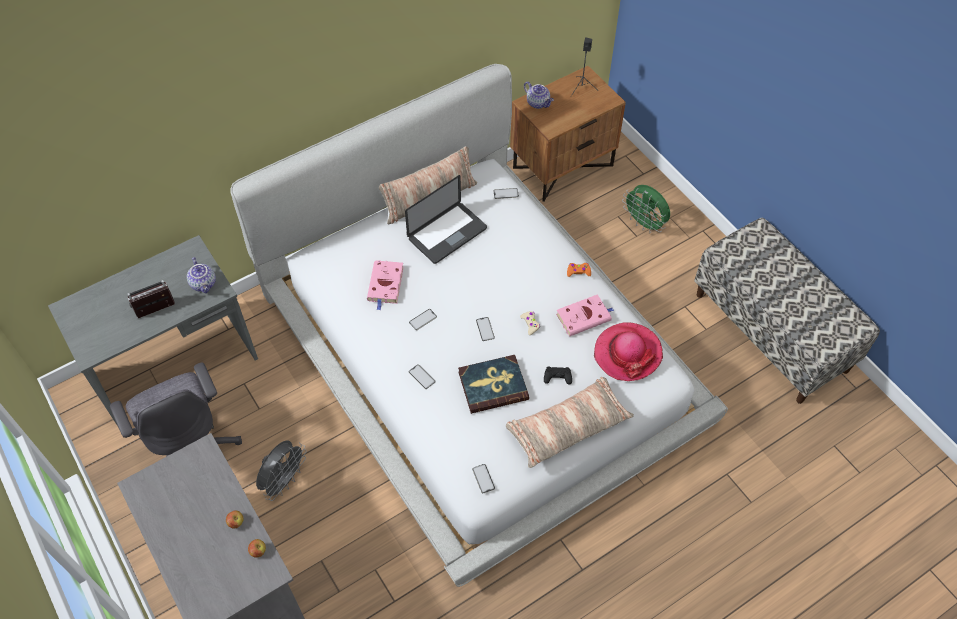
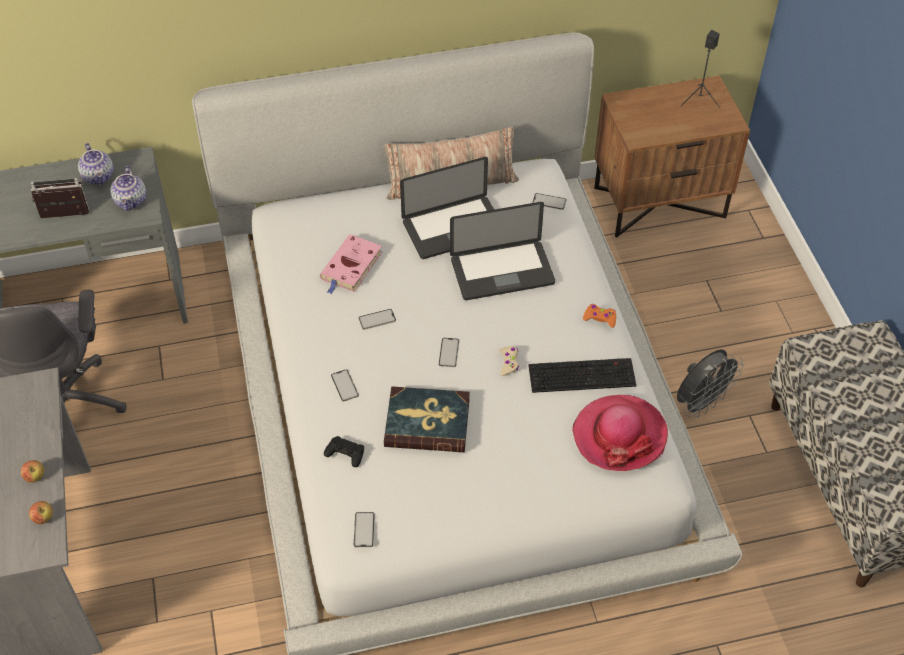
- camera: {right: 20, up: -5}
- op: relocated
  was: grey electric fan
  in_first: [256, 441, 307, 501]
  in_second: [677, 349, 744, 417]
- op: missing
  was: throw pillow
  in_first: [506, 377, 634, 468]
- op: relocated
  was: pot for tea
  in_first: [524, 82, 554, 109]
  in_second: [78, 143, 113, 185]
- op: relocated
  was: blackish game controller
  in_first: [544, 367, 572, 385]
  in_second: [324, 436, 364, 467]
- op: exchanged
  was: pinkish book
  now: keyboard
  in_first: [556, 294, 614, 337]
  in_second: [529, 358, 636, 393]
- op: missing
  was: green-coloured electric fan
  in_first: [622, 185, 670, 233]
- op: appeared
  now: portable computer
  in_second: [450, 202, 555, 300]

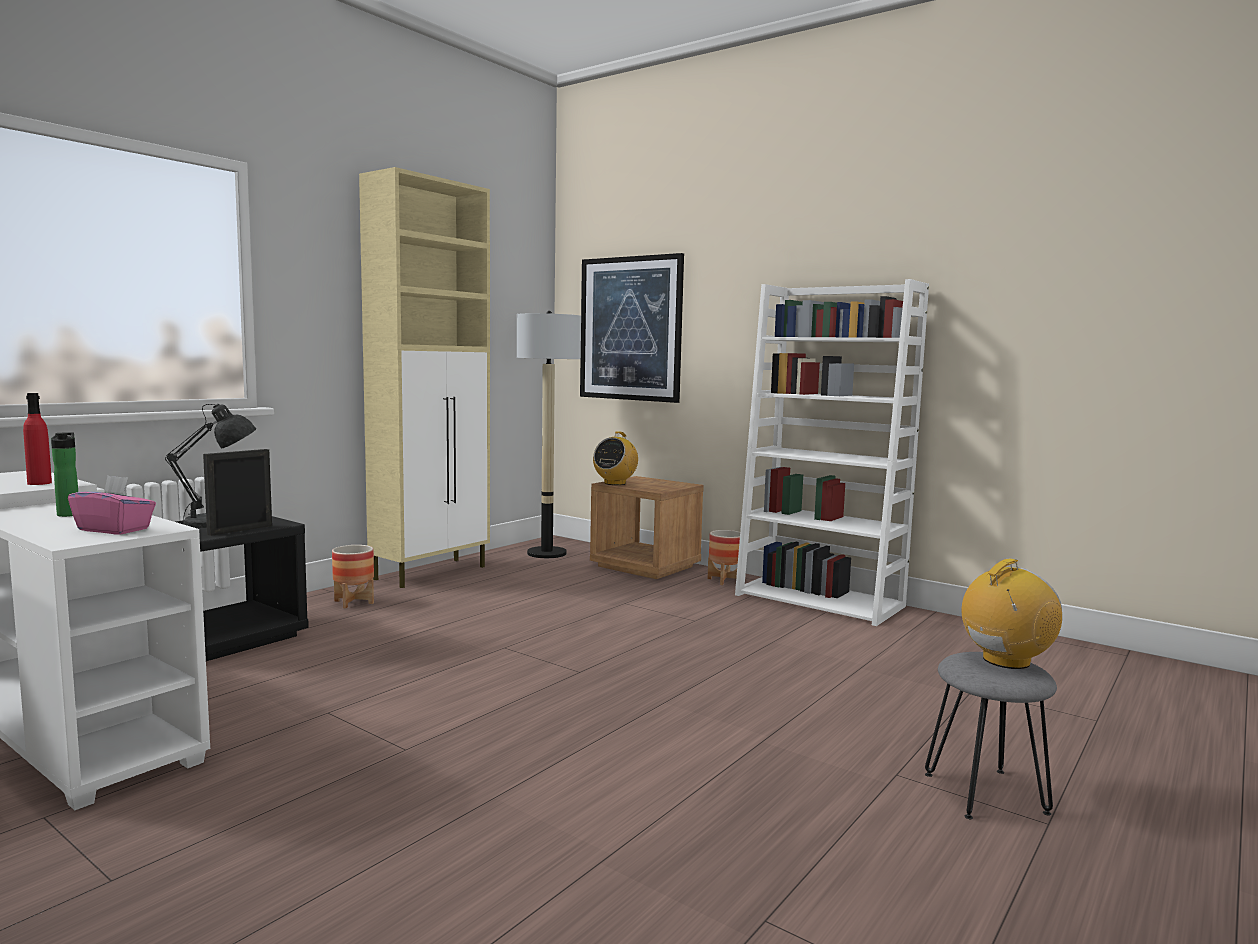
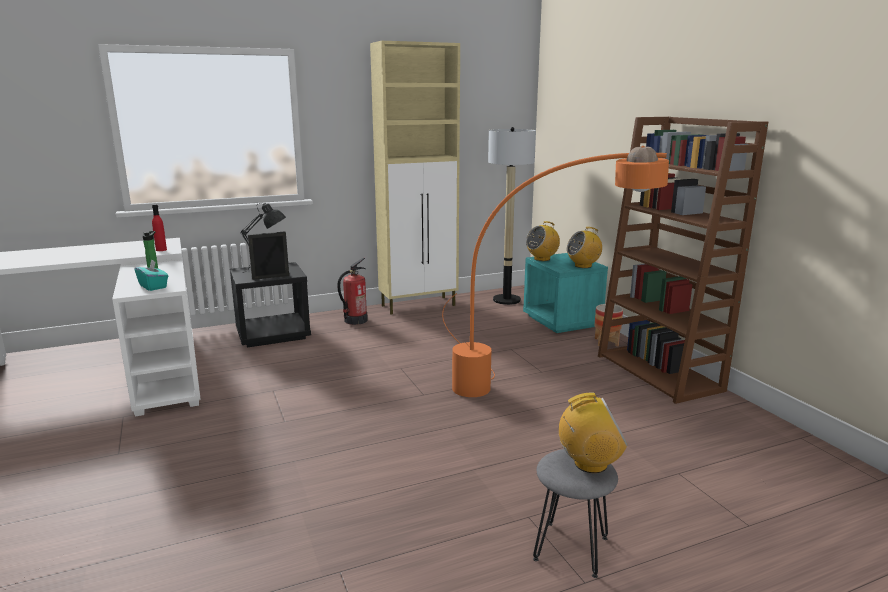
- camera: {right: 30, up: 10}
- op: colour
  was: pinkish box of tissues
  now: turquoise box of tissues
  in_first: [68, 476, 156, 534]
  in_second: [135, 259, 168, 291]
- op: exchanged
  was: planter
  now: fire-fighting cylinder
  in_first: [332, 545, 374, 608]
  in_second: [337, 258, 368, 325]
- op: missing
  was: wall picture
  in_first: [580, 253, 684, 403]
- op: colour
  was: brownish bedside table
  now: turquoise bedside table
  in_first: [590, 476, 704, 579]
  in_second: [523, 253, 608, 333]
- op: colour
  was: white bookshelf
  now: brownish bookshelf
  in_first: [735, 279, 929, 626]
  in_second: [598, 117, 768, 404]
- op: appeared
  now: orangey standing lamp
  in_second: [442, 146, 669, 397]
- op: appeared
  now: radio
  in_second: [567, 227, 602, 268]

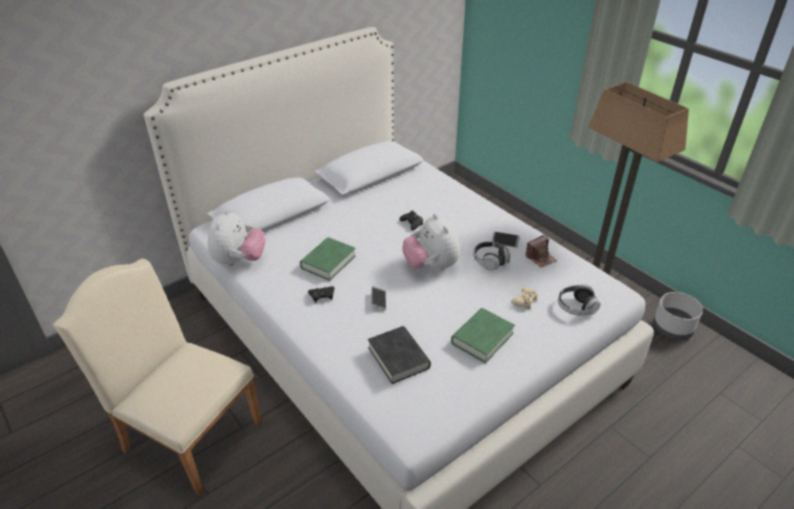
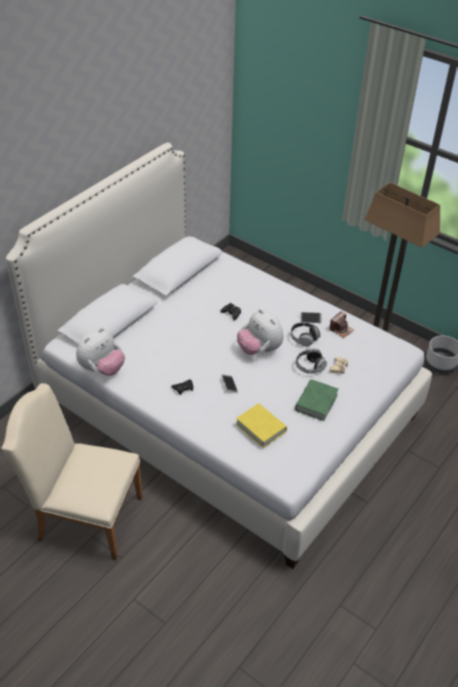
- camera: {right: -15, up: 5}
- op: spun
  was: soft toy
  in_first: [208, 209, 266, 267]
  in_second: [76, 328, 125, 376]
  clockwise: 45
- op: missing
  was: green-coloured book
  in_first: [300, 237, 356, 281]
- op: colour
  was: blackish book
  now: yellow book
  in_first: [368, 326, 431, 384]
  in_second: [236, 403, 287, 448]
- op: relocated
  was: headset
  in_first: [558, 285, 600, 316]
  in_second: [296, 348, 327, 374]

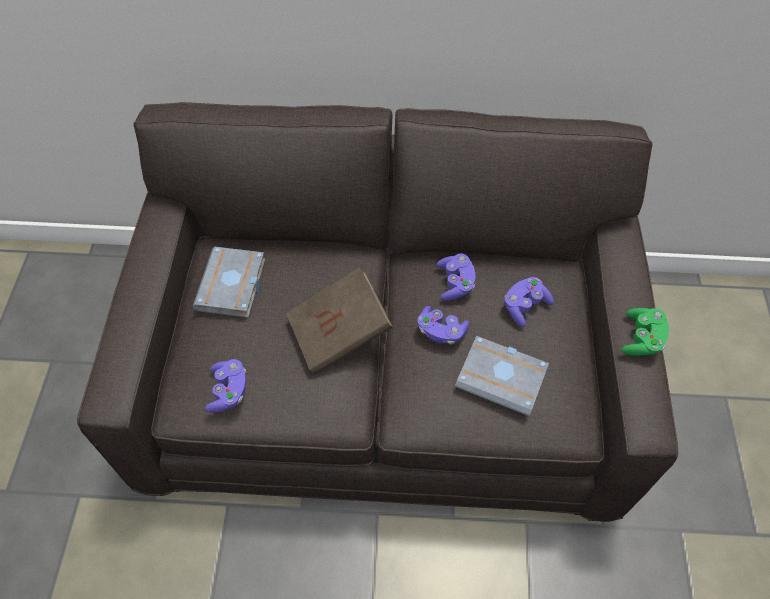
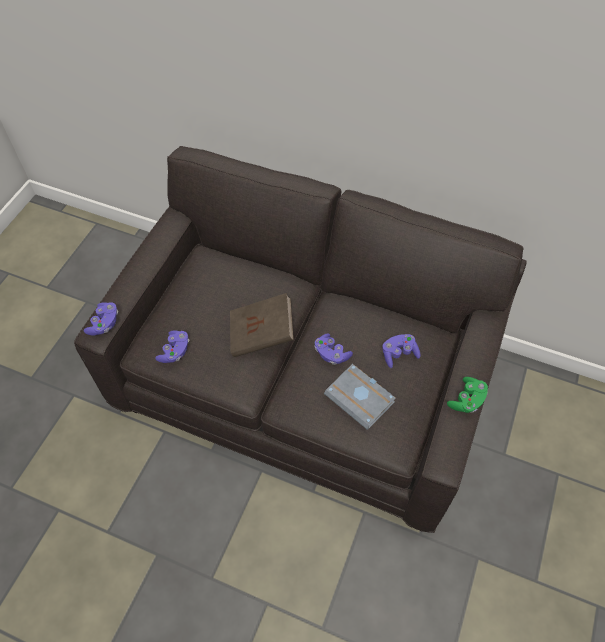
- camera: {right: 20, up: 0}
- op: missing
  was: grey book
  in_first: [193, 246, 265, 318]
- op: relocated
  was: purple game controller
  in_first: [436, 254, 475, 301]
  in_second: [84, 302, 118, 336]

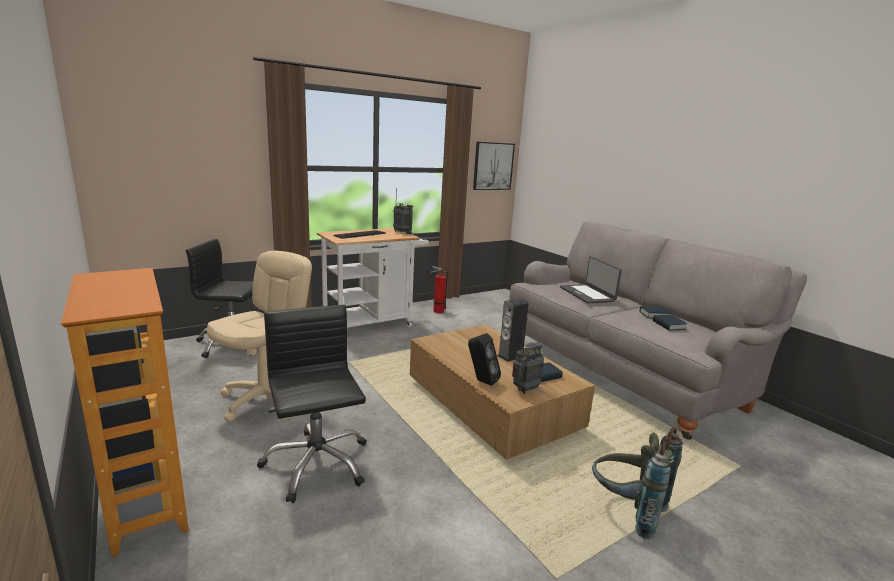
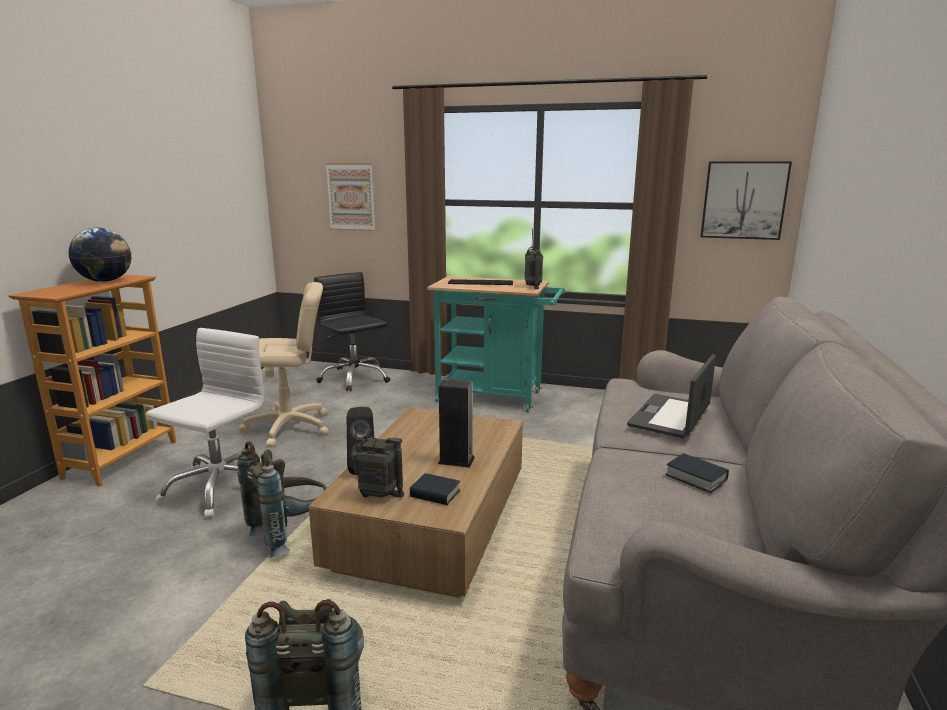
- camera: {right: 50, up: 0}
- op: colour
  was: blackish desk chair
  now: white desk chair
  in_first: [257, 305, 367, 503]
  in_second: [146, 328, 264, 518]
- op: colour
  was: white cart
  now: turquoise cart
  in_first: [317, 228, 429, 328]
  in_second: [427, 276, 565, 412]
- op: missing
  was: fire-fighting cylinder
  in_first: [431, 266, 448, 313]
- op: missing
  was: book
  in_first: [653, 315, 687, 331]
- op: appeared
  now: desk globe
  in_second: [69, 228, 131, 282]
- op: appeared
  now: grey backpack
  in_second: [237, 441, 327, 558]
- op: appeared
  now: wall picture
  in_second: [325, 163, 375, 231]

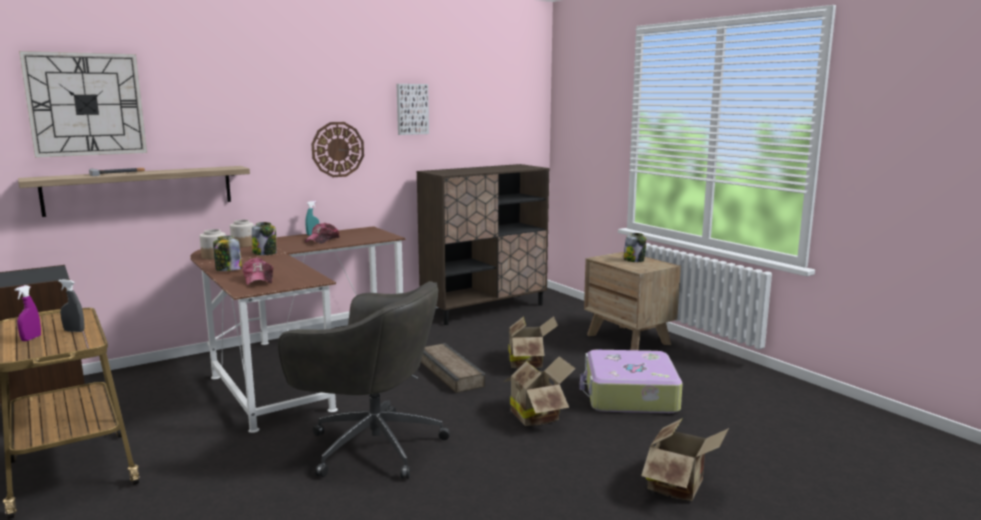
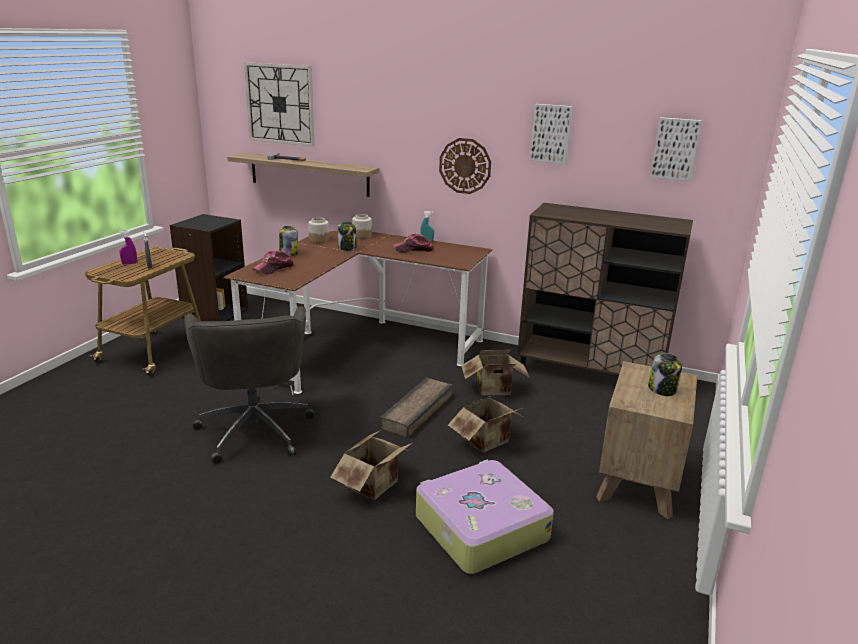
- camera: {right: 55, up: 10}
- op: relocated
  was: carton
  in_first: [641, 418, 729, 501]
  in_second: [462, 350, 530, 396]
- op: appeared
  now: wall picture
  in_second: [650, 117, 702, 181]

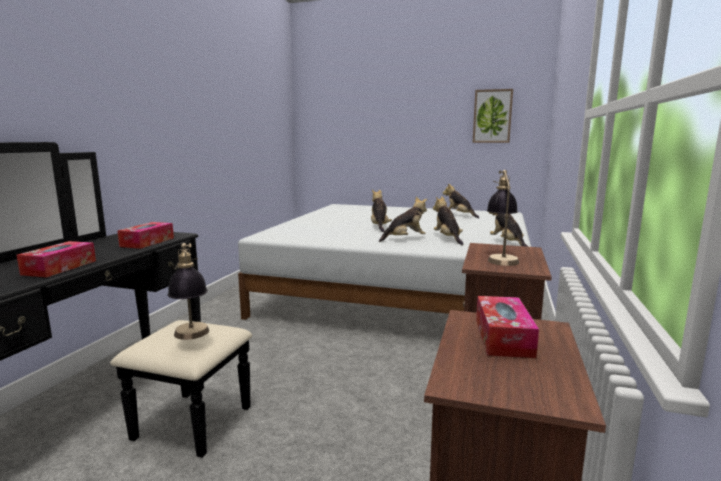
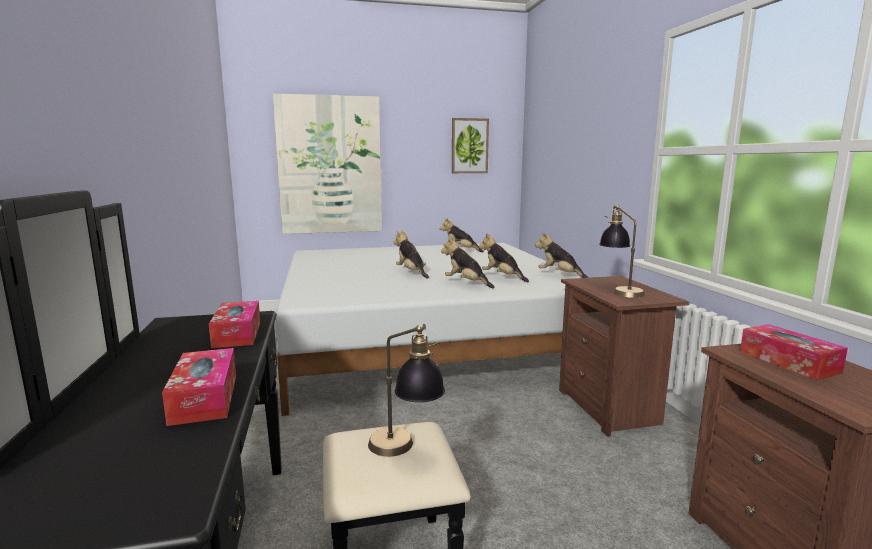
- camera: {right: -30, up: 0}
- op: spun
  was: soft toy
  in_first: [379, 197, 427, 242]
  in_second: [441, 237, 495, 289]
  clockwise: -90
- op: appeared
  now: wall picture
  in_second: [272, 93, 383, 234]

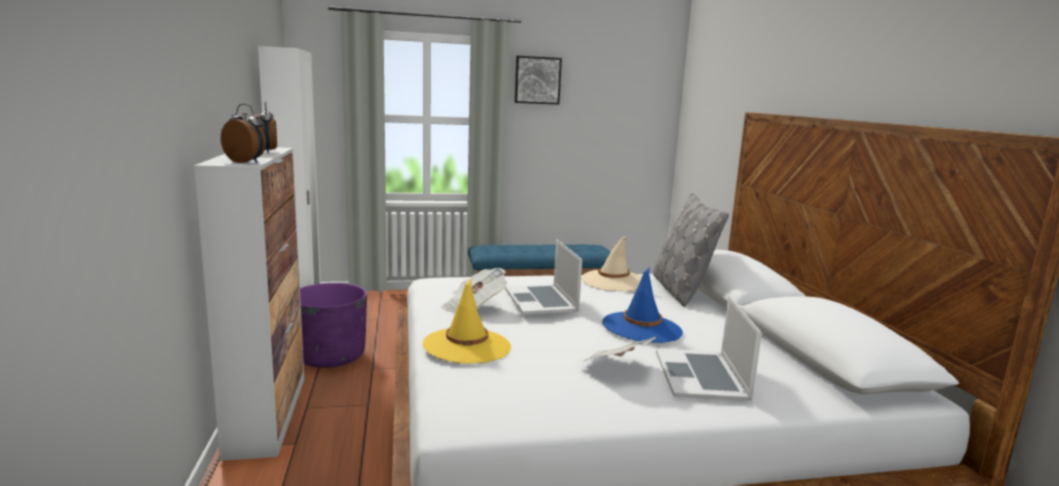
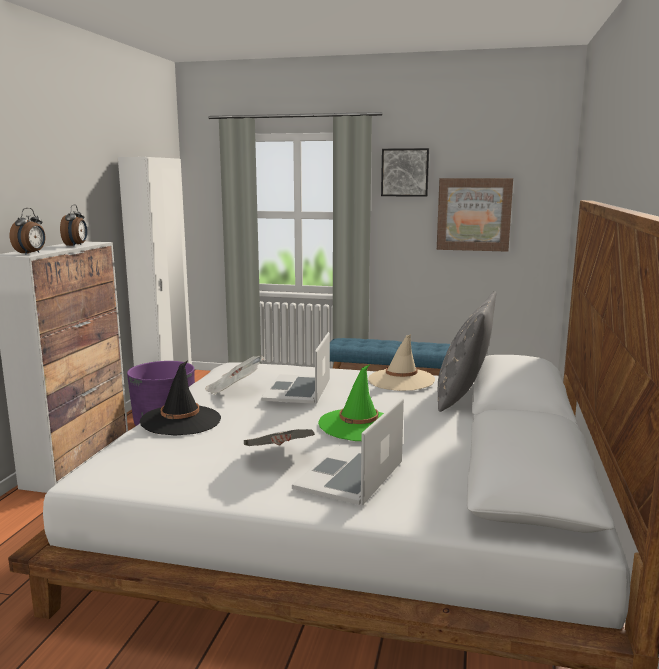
- camera: {right: 25, up: 0}
- op: spun
  was: table clock
  in_first: [221, 104, 266, 163]
  in_second: [10, 208, 45, 255]
  clockwise: 60
- op: colour
  was: yellow hat
  now: blackish hat
  in_first: [422, 279, 511, 364]
  in_second: [140, 360, 221, 436]
- op: colour
  was: bluish hat
  now: green-coloured hat
  in_first: [602, 267, 683, 343]
  in_second: [318, 364, 384, 441]
- op: appeared
  now: wall picture
  in_second: [437, 178, 513, 252]

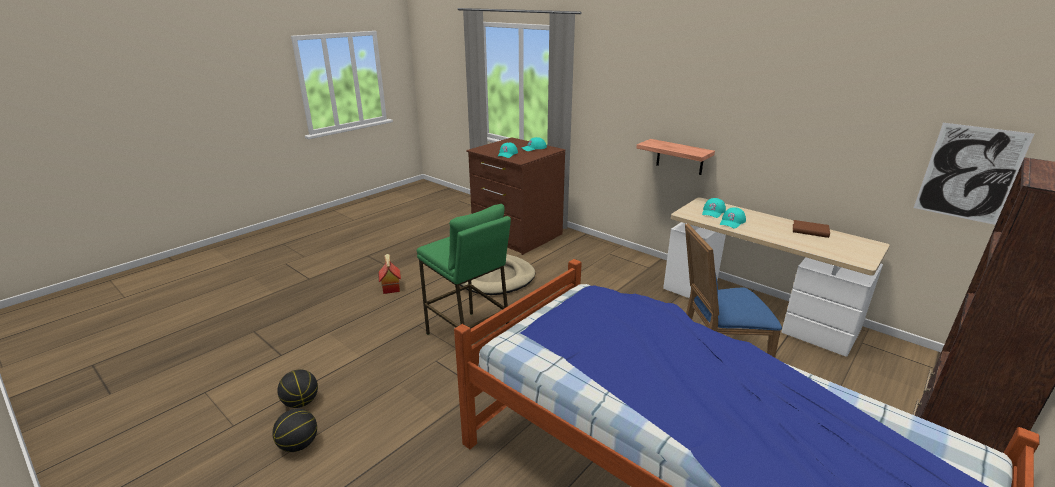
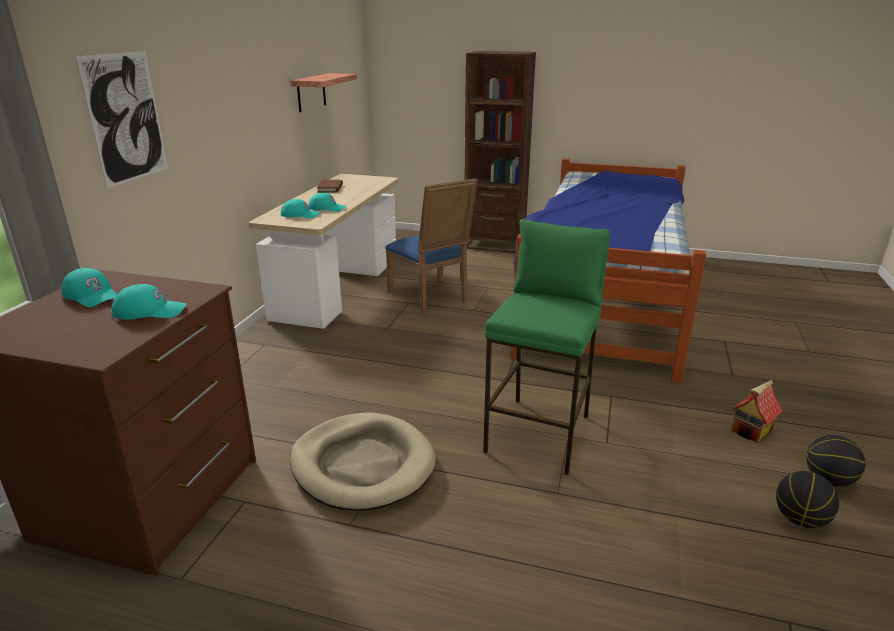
- camera: {right: -115, up: 0}
- op: relocated
  was: model house
  in_first: [378, 254, 401, 294]
  in_second: [731, 380, 783, 443]
- op: relocated
  was: wall shelf
  in_first: [636, 139, 715, 175]
  in_second: [291, 73, 357, 112]
- op: relocated
  was: wall picture
  in_first: [914, 123, 1034, 225]
  in_second: [76, 51, 168, 188]

